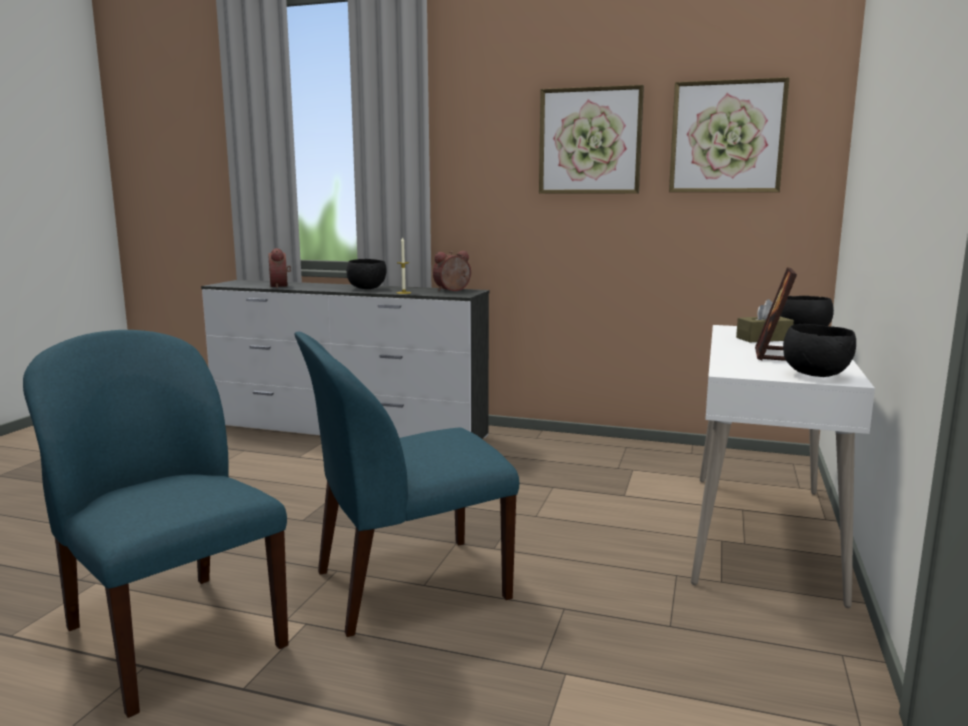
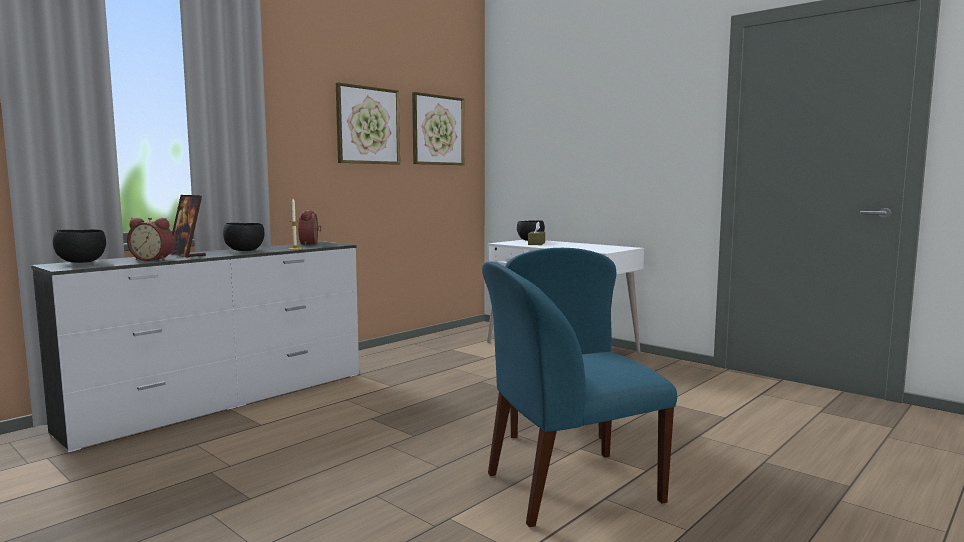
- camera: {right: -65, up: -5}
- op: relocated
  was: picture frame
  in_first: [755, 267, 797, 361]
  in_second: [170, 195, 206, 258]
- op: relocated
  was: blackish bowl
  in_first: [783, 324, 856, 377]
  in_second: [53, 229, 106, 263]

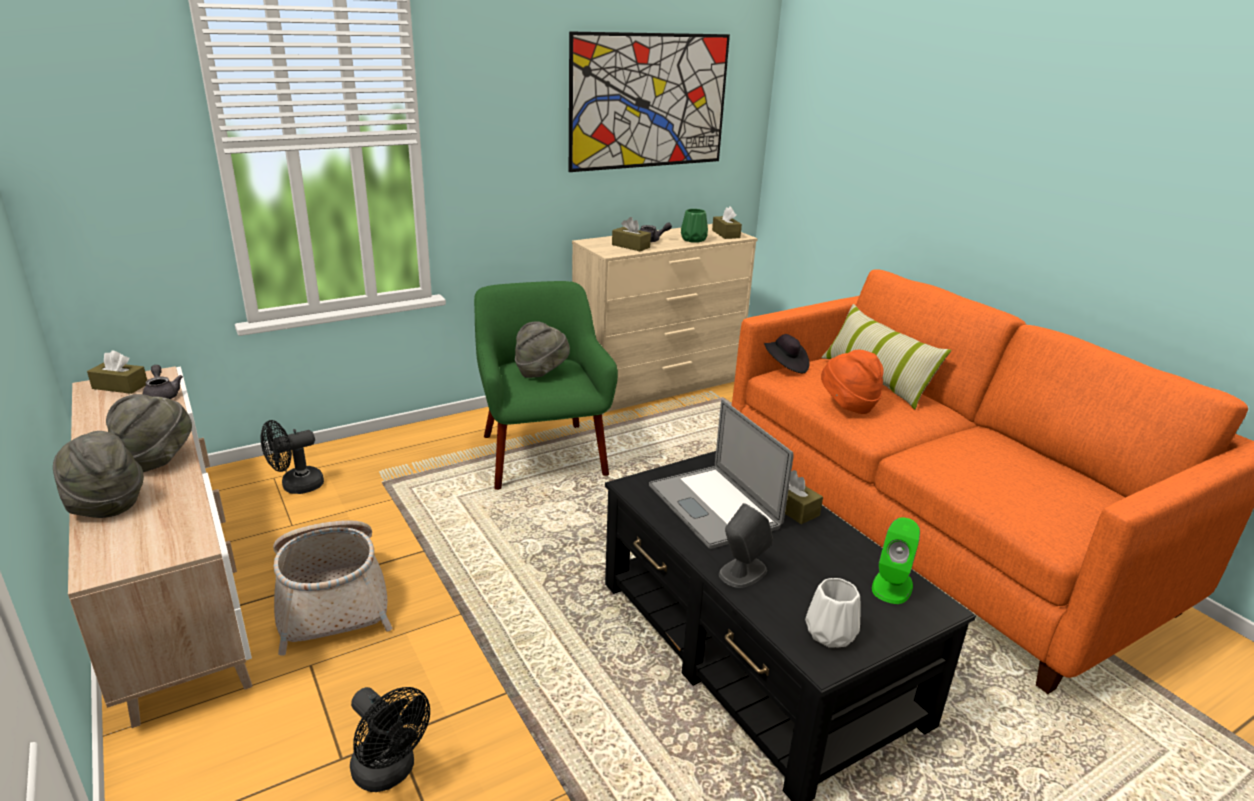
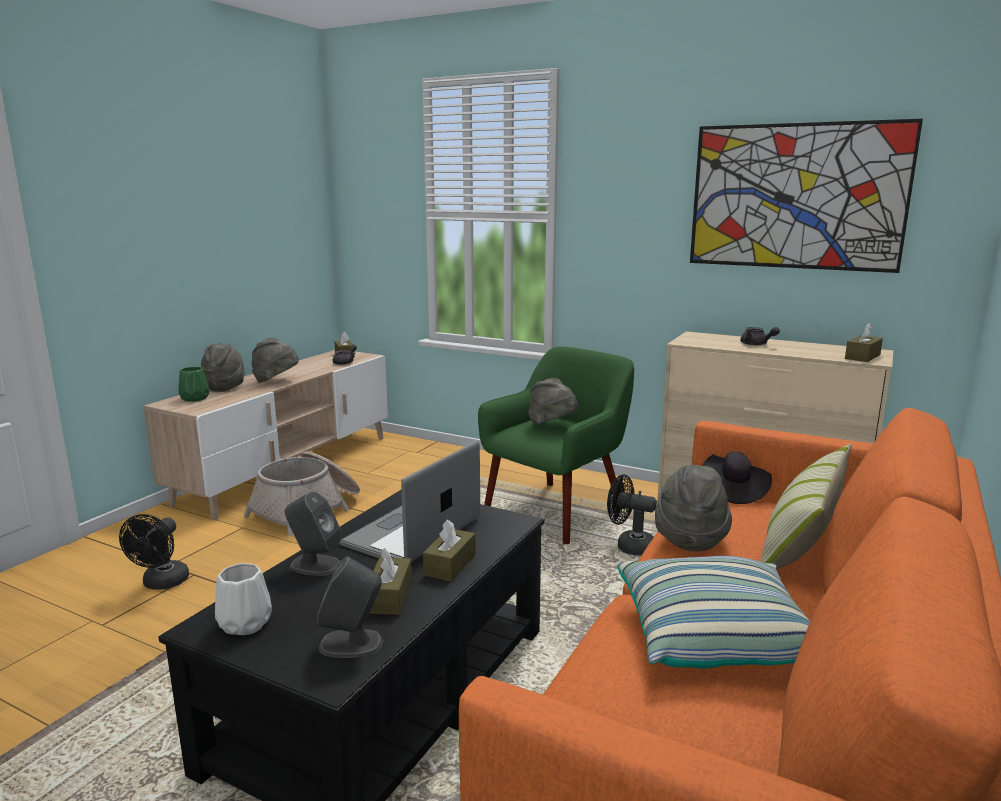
- camera: {right: 60, up: -10}
- op: relocated
  was: blackish electric fan
  in_first: [260, 420, 324, 494]
  in_second: [607, 474, 657, 556]
- op: relocated
  was: brownish box of tissues
  in_first: [612, 217, 651, 251]
  in_second: [369, 548, 412, 615]
- op: relocated
  was: green-coloured vase
  in_first: [681, 209, 708, 243]
  in_second: [178, 367, 209, 402]
- op: colour
  was: orangey hat
  now: grey hat
  in_first: [821, 350, 884, 414]
  in_second: [655, 465, 732, 551]
- op: colour
  was: green-coloured audio speaker
  now: grey audio speaker
  in_first: [872, 518, 920, 604]
  in_second: [317, 556, 383, 658]
- op: appeared
  now: throw pillow
  in_second: [617, 556, 810, 668]

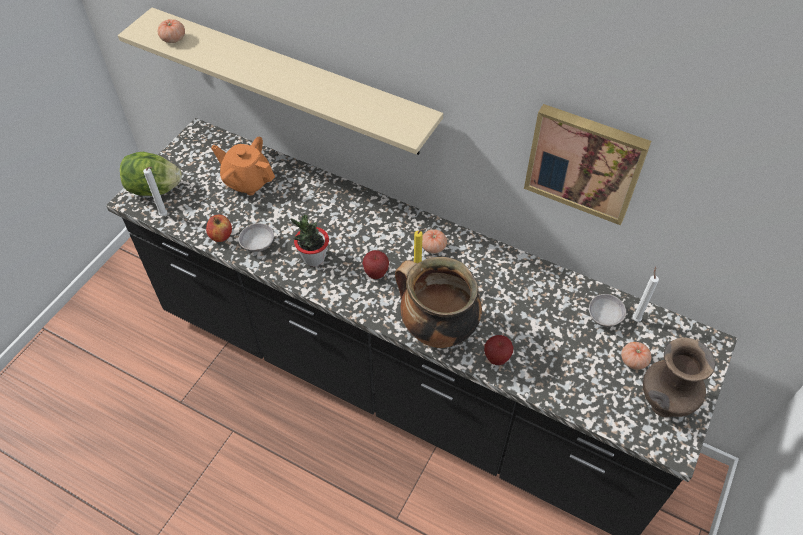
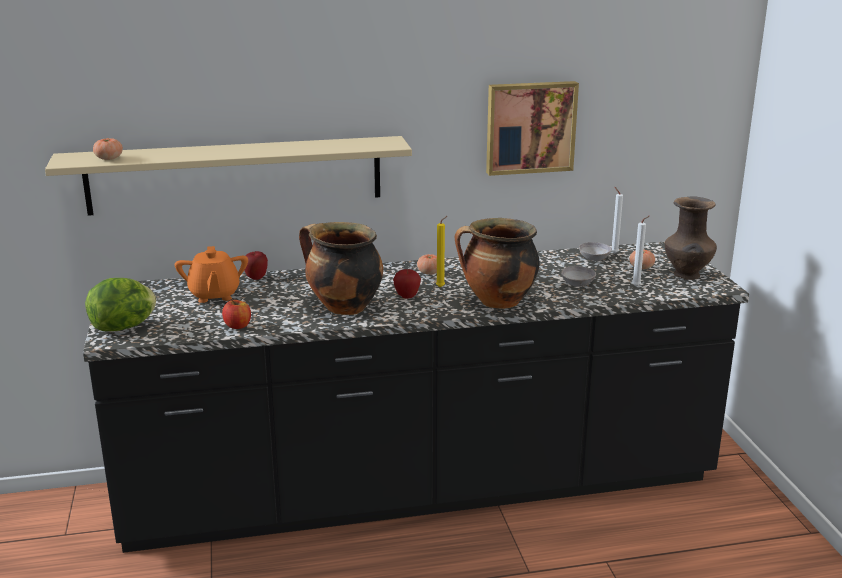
- camera: {right: -40, up: -30}
- op: relocated
  was: white candle
  in_first: [143, 167, 167, 216]
  in_second: [632, 216, 649, 286]
- op: spun
  was: orangey pot for tea
  in_first: [211, 137, 275, 195]
  in_second: [175, 246, 248, 303]
  clockwise: -90
- op: relocated
  was: grey bowl
  in_first: [238, 223, 274, 252]
  in_second: [561, 266, 596, 287]
- op: exchanged
  was: potted plant
  now: cooking pot
  in_first: [291, 215, 329, 266]
  in_second: [299, 222, 383, 315]
- op: relocated
  was: apple
  in_first: [484, 335, 513, 365]
  in_second: [244, 251, 268, 280]

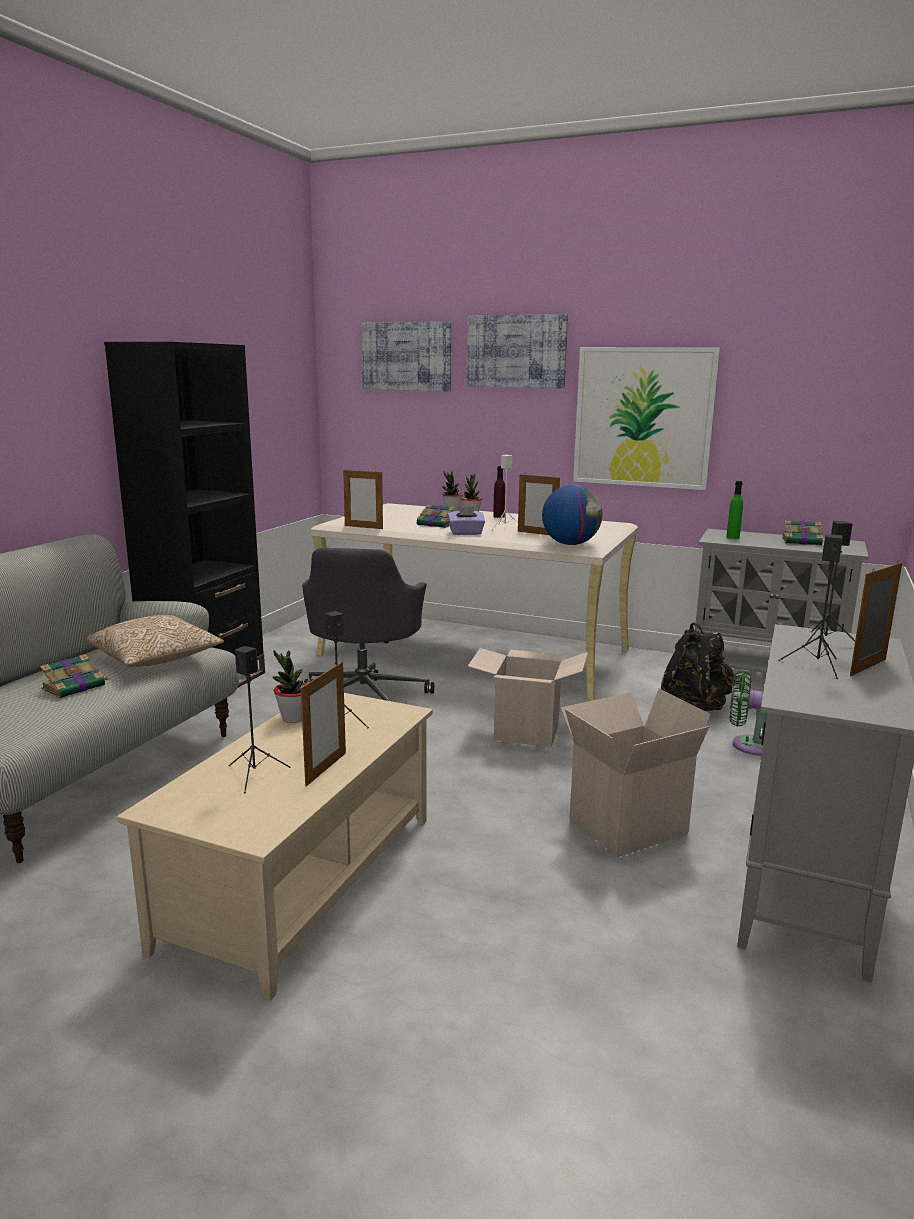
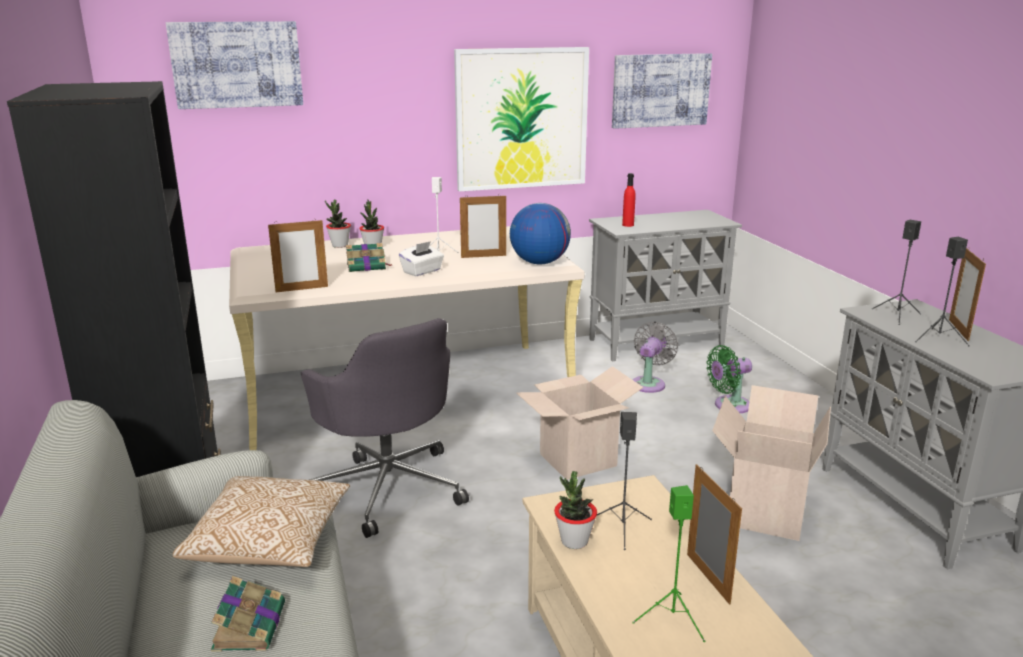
- camera: {right: -40, up: 5}
- op: colour
  was: blackish audio speaker
  now: green-coloured audio speaker
  in_first: [229, 646, 291, 794]
  in_second: [632, 485, 705, 642]
- op: colour
  was: purple box of tissues
  now: white box of tissues
  in_first: [448, 506, 485, 535]
  in_second: [399, 241, 444, 276]
- op: relocated
  was: wall picture
  in_first: [467, 314, 568, 388]
  in_second: [612, 53, 712, 129]
- op: missing
  was: purple beverage bottle
  in_first: [493, 466, 505, 518]
- op: exchanged
  was: blackish backpack
  now: grey electric fan
  in_first: [661, 622, 736, 711]
  in_second: [633, 321, 678, 393]
- op: colour
  was: green-coloured beverage bottle
  now: red-coloured beverage bottle
  in_first: [726, 481, 743, 539]
  in_second: [622, 173, 636, 227]
- op: missing
  was: book
  in_first: [782, 520, 824, 545]

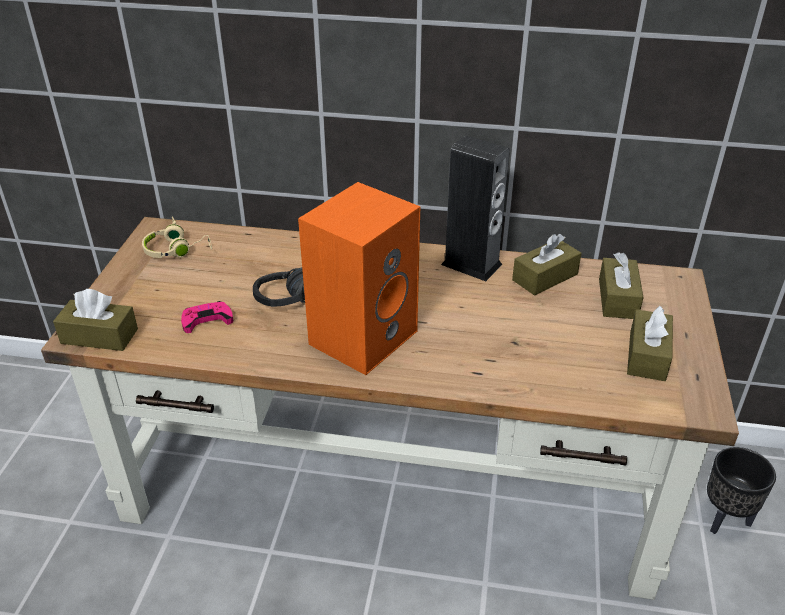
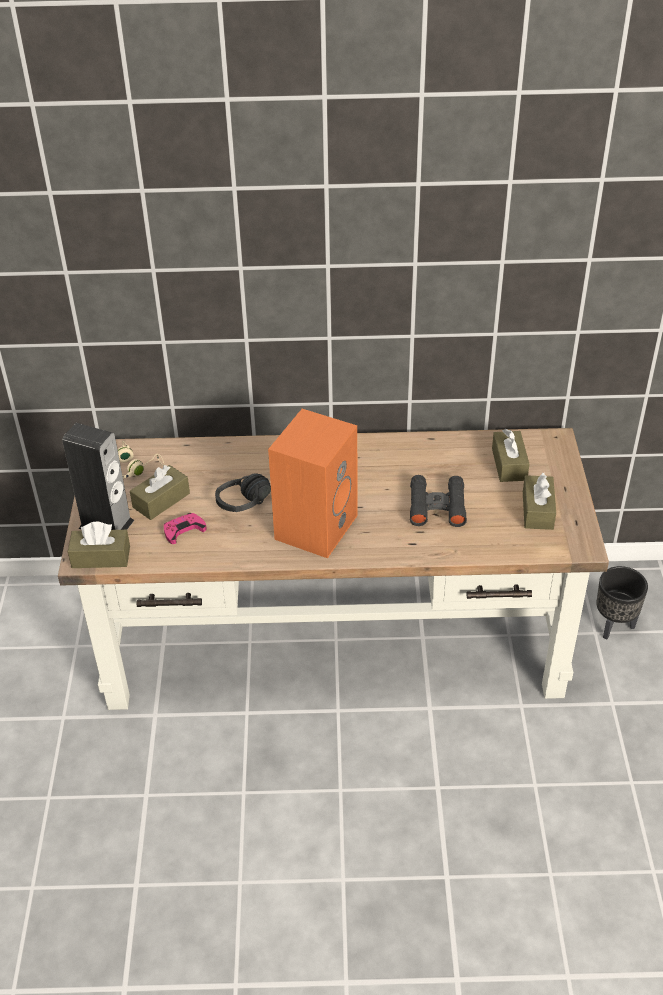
- camera: {right: -10, up: 5}
- op: relocated
  was: audio speaker
  in_first: [441, 136, 510, 281]
  in_second: [62, 423, 134, 530]
- op: relocated
  was: brownish box of tissues
  in_first: [512, 234, 582, 296]
  in_second: [130, 465, 190, 520]
- op: appeared
  now: blackish field glasses
  in_second: [410, 475, 467, 527]

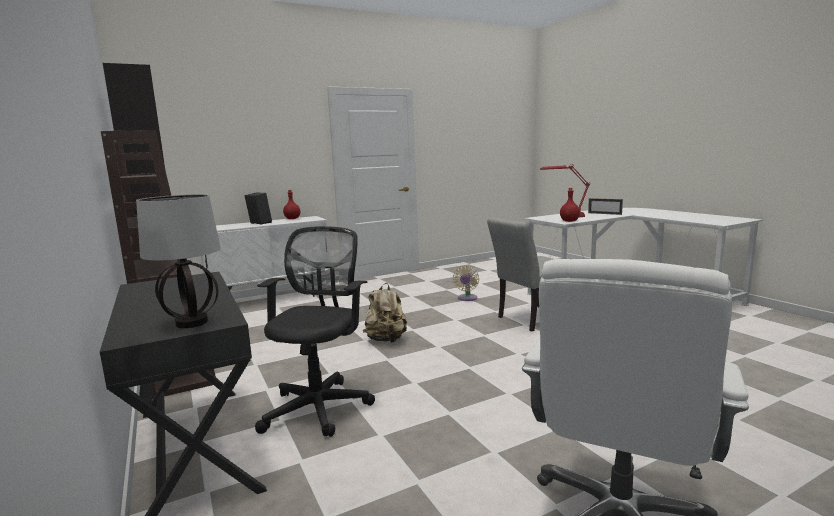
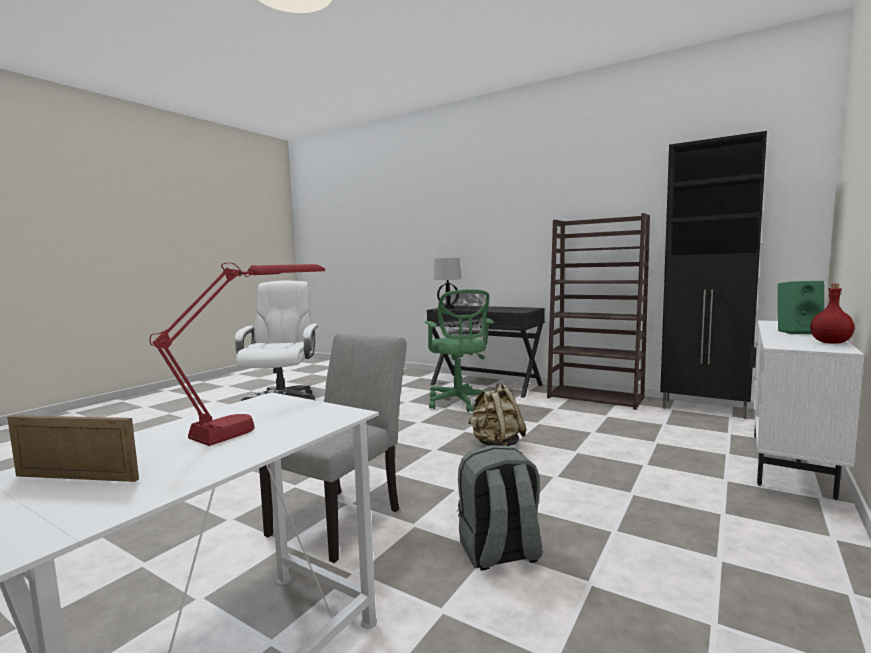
- camera: {right: 150, up: -5}
- op: colour
  was: blackish audio speaker
  now: green-coloured audio speaker
  in_first: [245, 193, 272, 225]
  in_second: [778, 281, 824, 335]
- op: colour
  was: blackish desk chair
  now: green-coloured desk chair
  in_first: [255, 226, 375, 437]
  in_second: [424, 289, 494, 412]
- op: exchanged
  was: sand-coloured electric fan
  now: grey backpack
  in_first: [453, 265, 479, 301]
  in_second: [457, 445, 543, 570]
- op: missing
  was: red-coloured beverage bottle
  in_first: [560, 188, 580, 222]

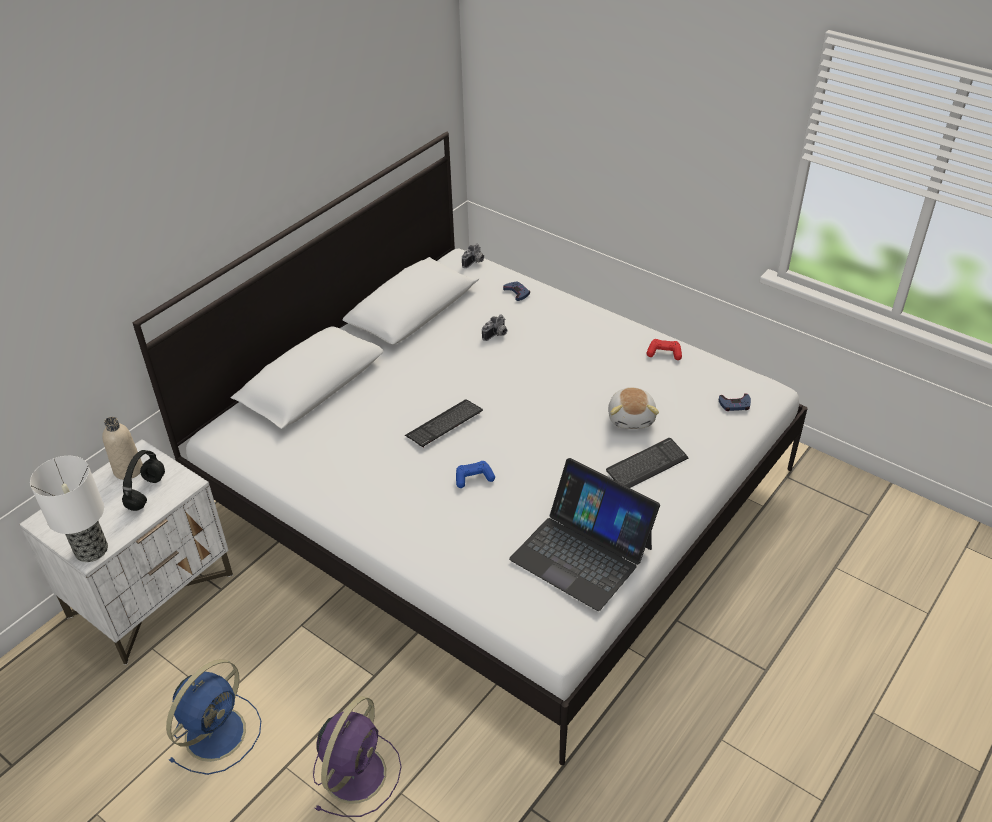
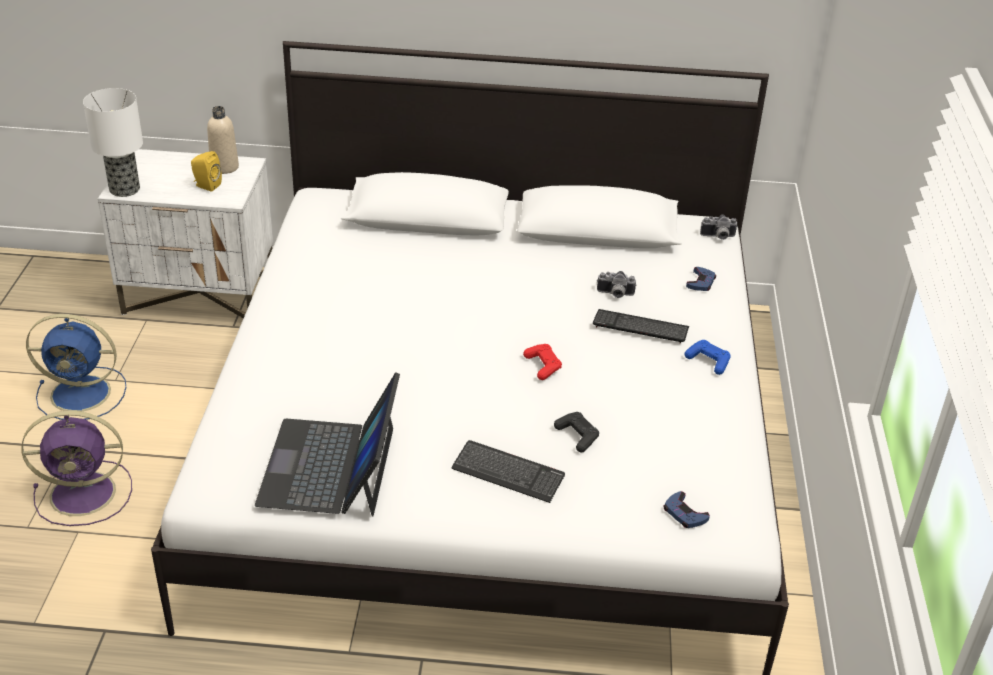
- camera: {right: 55, up: -5}
- op: exchanged
  was: blackish headset
  now: yellow audio speaker
  in_first: [122, 450, 165, 511]
  in_second: [191, 151, 222, 192]
- op: relocated
  was: keyboard
  in_first: [405, 399, 483, 448]
  in_second: [593, 309, 689, 344]
- op: relocated
  was: bluish game controller
  in_first: [456, 461, 495, 488]
  in_second: [685, 340, 731, 375]
- op: exchanged
  was: soft toy
  now: blackish game controller
  in_first: [608, 387, 659, 429]
  in_second: [554, 412, 599, 452]
- op: relocated
  was: red-coloured game controller
  in_first: [647, 339, 682, 360]
  in_second: [523, 344, 562, 380]

